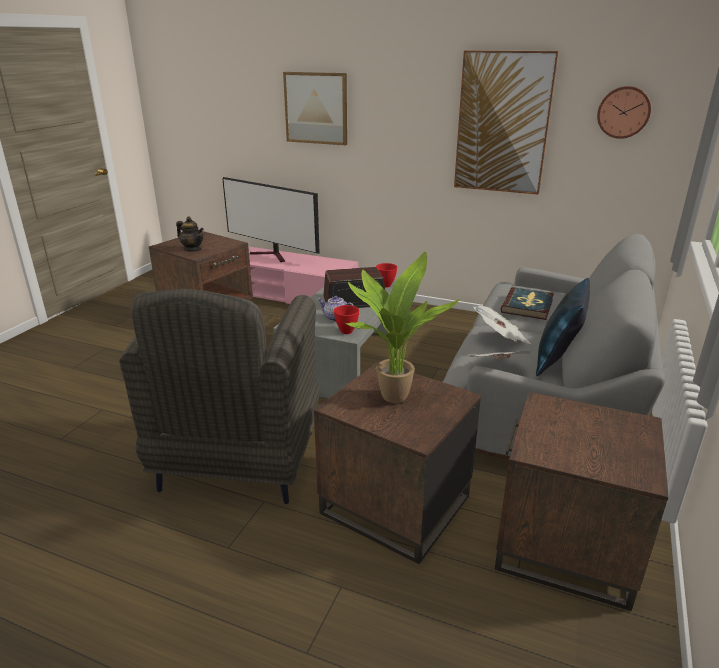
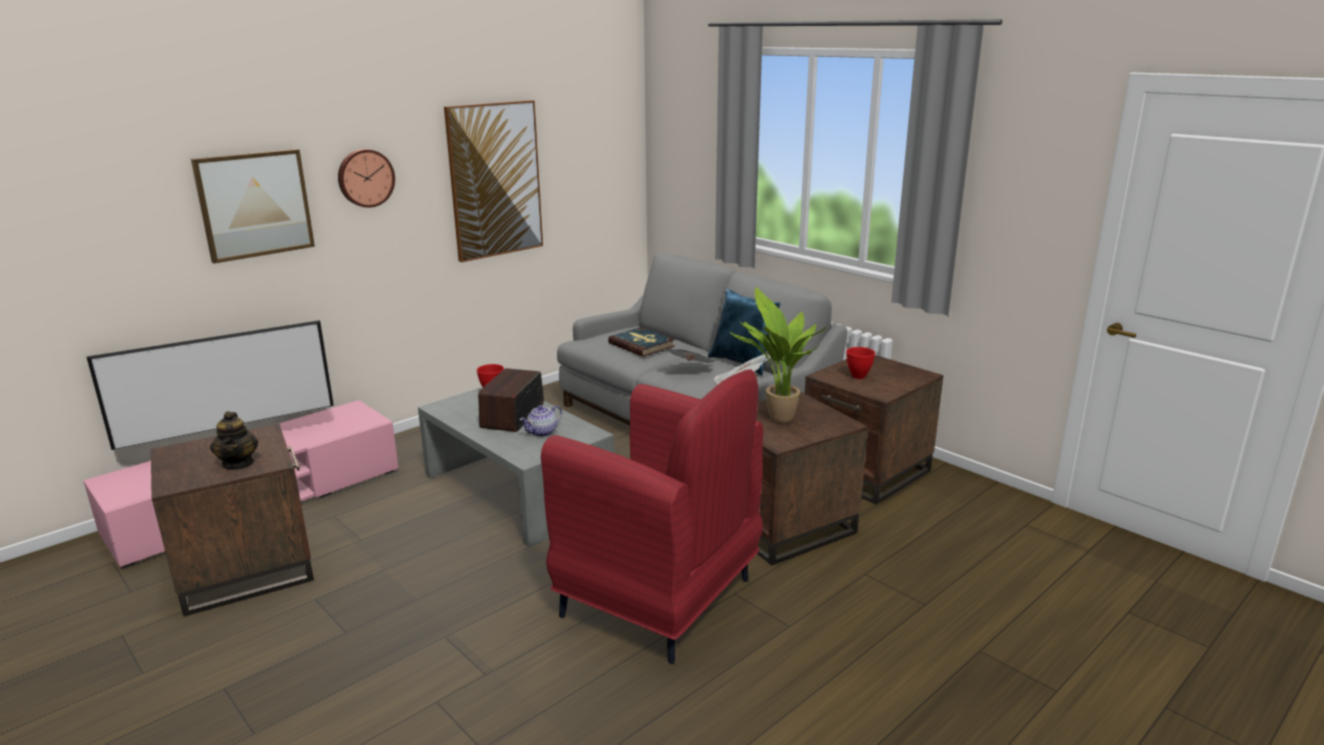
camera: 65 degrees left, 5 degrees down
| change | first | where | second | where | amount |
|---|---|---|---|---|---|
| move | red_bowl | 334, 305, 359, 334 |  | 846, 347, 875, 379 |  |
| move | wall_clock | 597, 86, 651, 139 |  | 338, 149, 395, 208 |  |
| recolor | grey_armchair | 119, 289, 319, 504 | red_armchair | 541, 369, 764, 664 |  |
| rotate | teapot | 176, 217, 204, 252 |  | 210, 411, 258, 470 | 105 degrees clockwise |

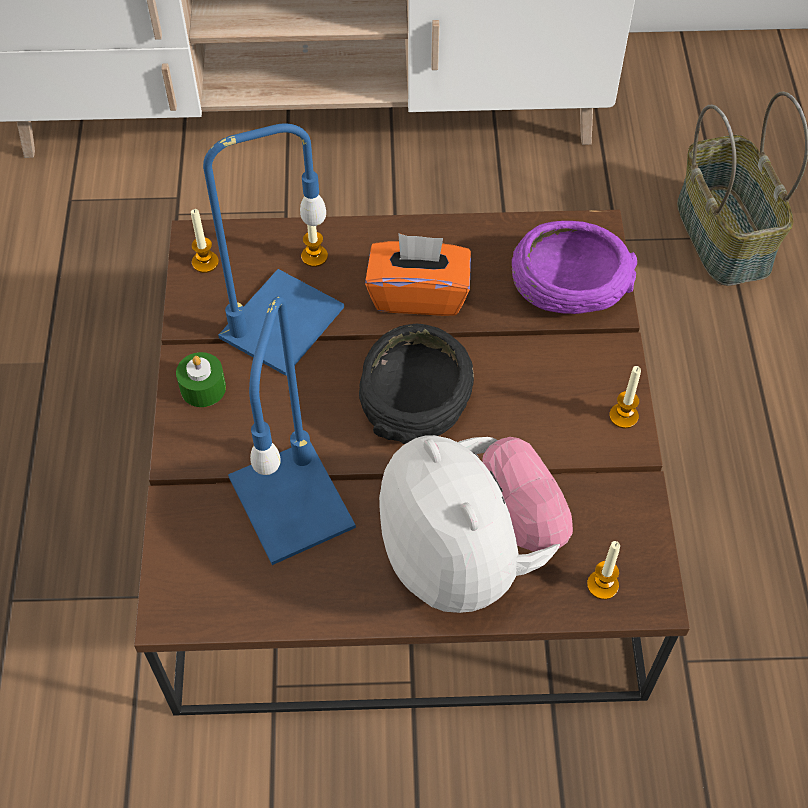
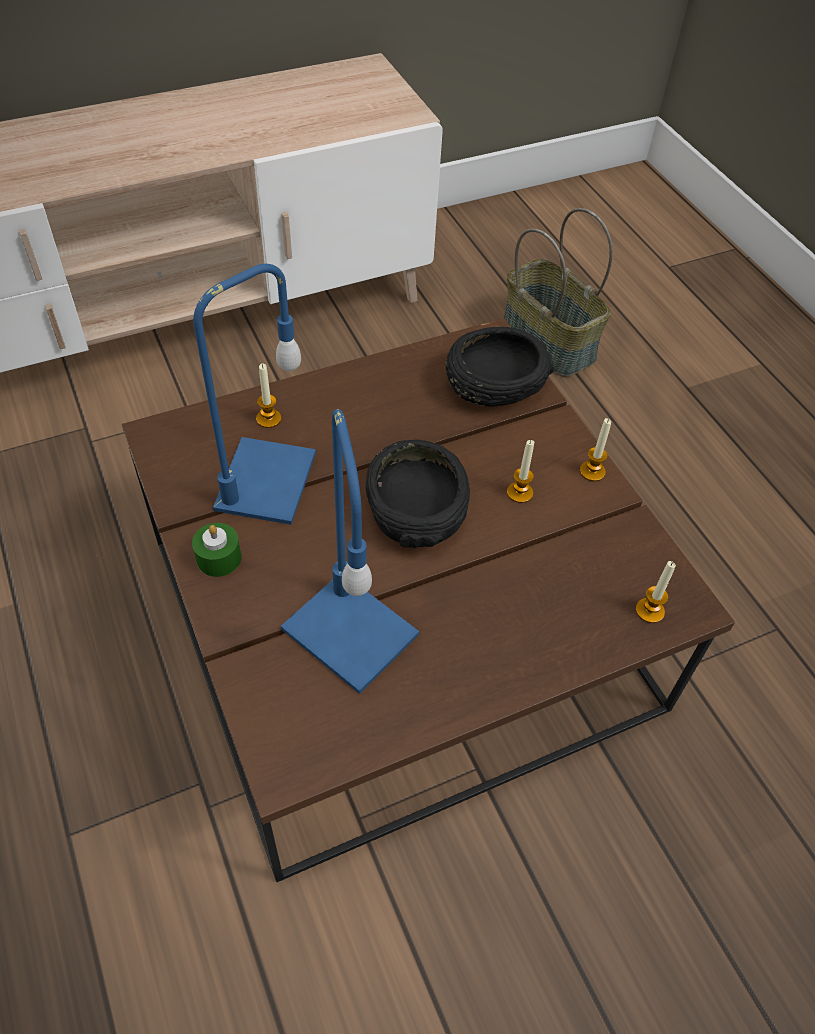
camera: 25 degrees left, 5 degrees down
| change | first | where | second | where | amount |
|---|---|---|---|---|---|
| delete | orange_tissue_box | 365, 233, 471, 316 |  |  |  |
| delete | plush_toy | 379, 435, 573, 613 |  |  |  |
| move | candle | 191, 209, 219, 273 |  | 507, 440, 534, 503 |  |
| recolor | purple_bowl | 512, 221, 637, 314 | black_bowl | 446, 327, 554, 407 |  |

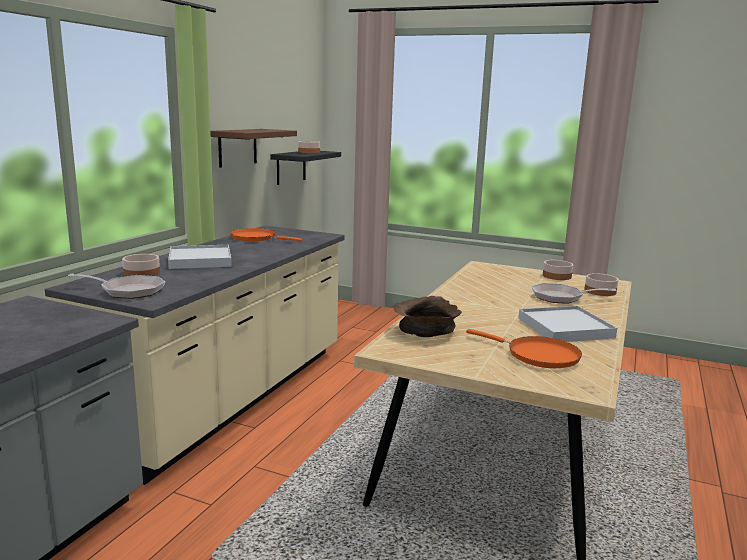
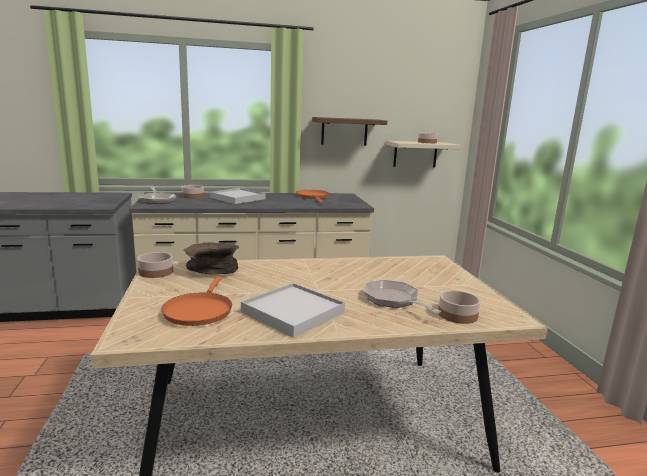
camera: 55 degrees right, 0 degrees up
| change | first | where | second | where | amount |
|---|---|---|---|---|---|
| move | bowl | 543, 260, 573, 280 |  | 137, 252, 173, 278 |  |
| recolor | black_shelf | 270, 151, 341, 185 | beige_shelf | 386, 141, 461, 167 |  |

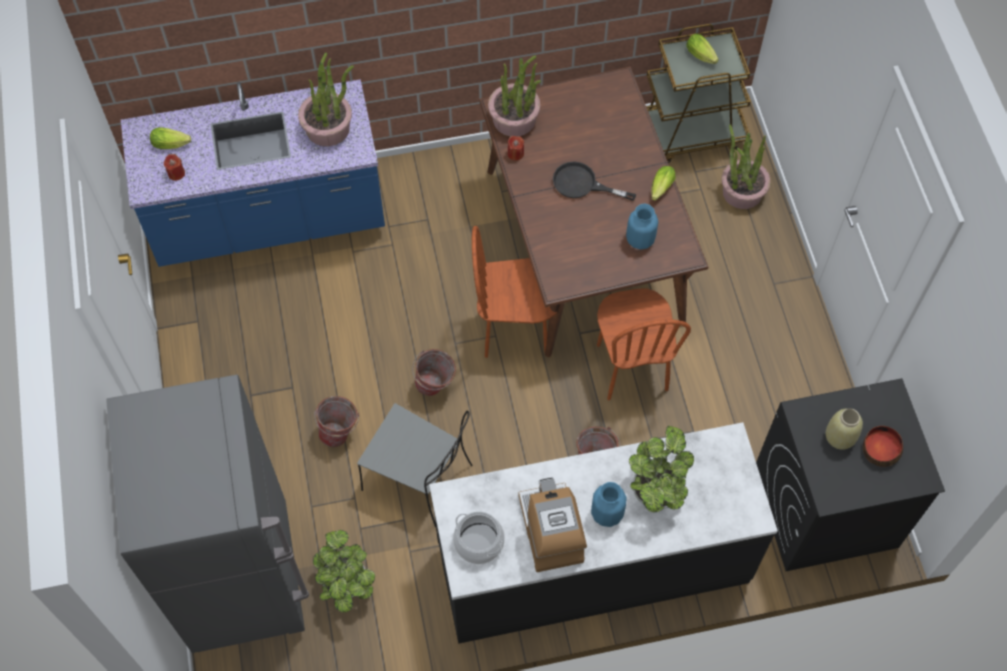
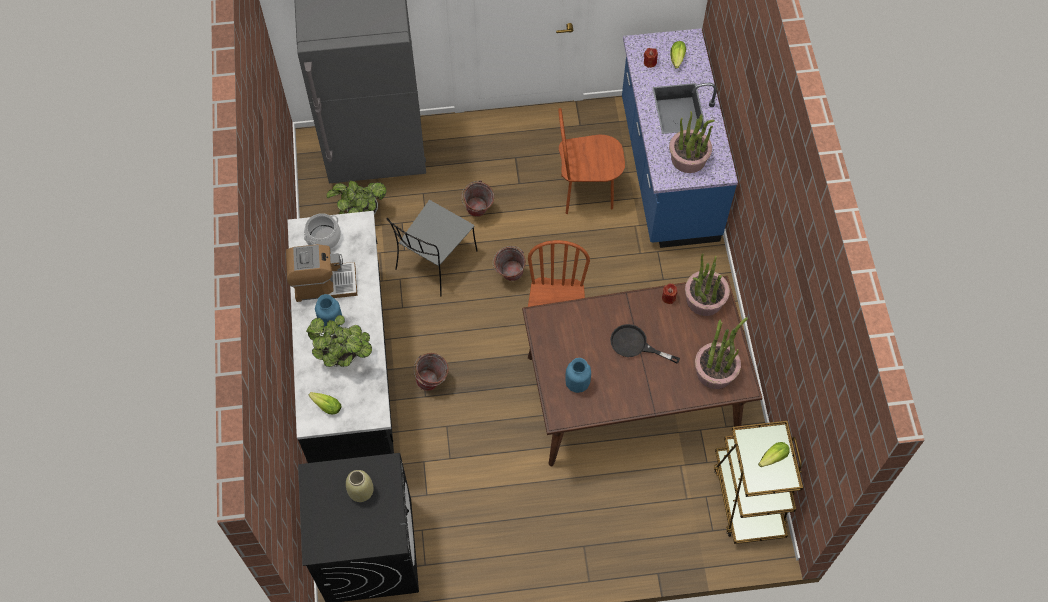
camera: 95 degrees right, 0 degrees up
| change | first | where | second | where | amount |
|---|---|---|---|---|---|
| delete | bowl | 863, 426, 903, 467 |  |  |  |
| move | brown_chair | 597, 288, 691, 400 |  | 558, 108, 625, 214 |  |
| move | lettuce | 651, 166, 675, 201 |  | 308, 392, 342, 414 |  |
| move | potted_plant | 722, 125, 771, 209 |  | 695, 317, 748, 389 |  |
| rotate | black_frying_pan | 553, 161, 636, 201 |  | 610, 324, 680, 363 | 90 degrees counterclockwise |

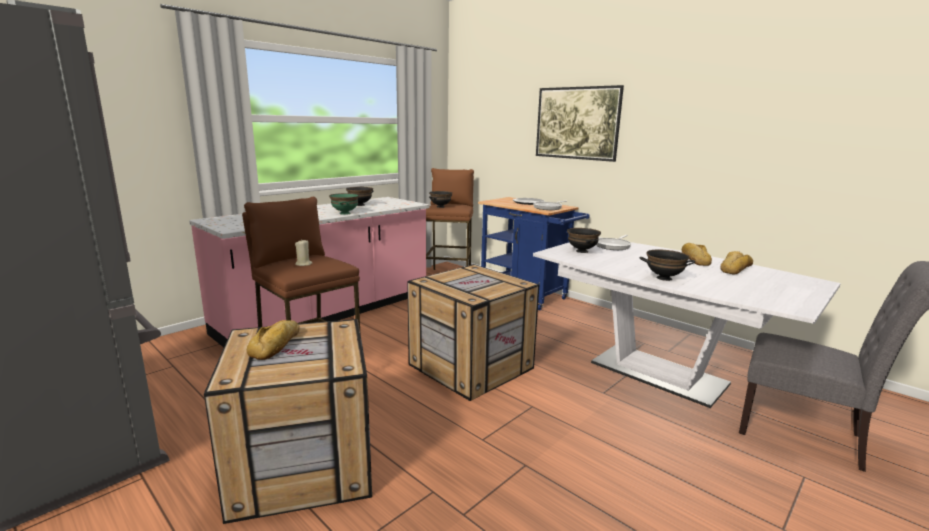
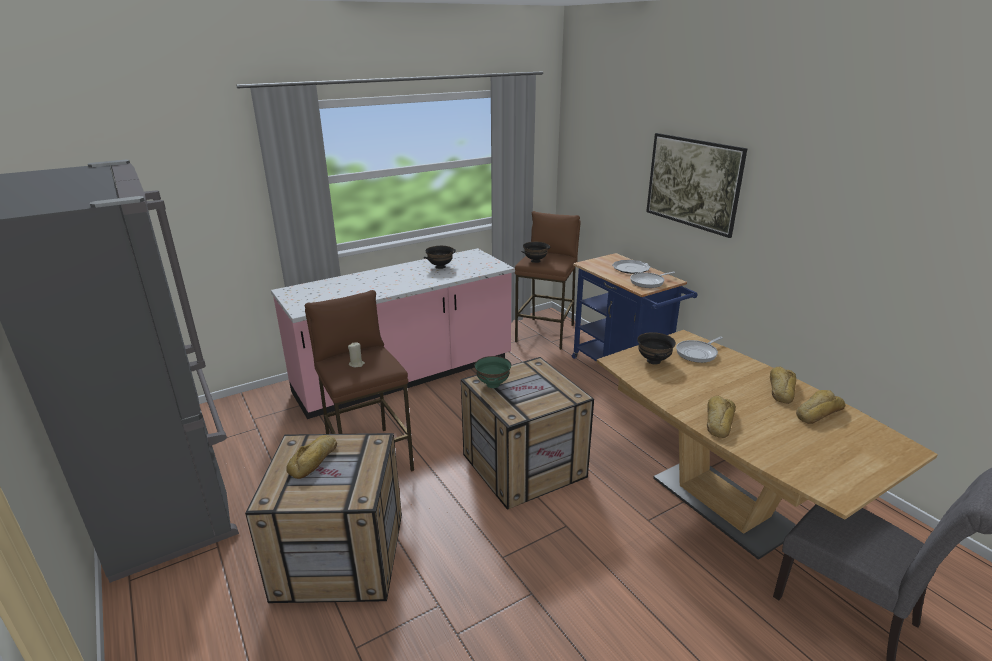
camera: 15 degrees right, 10 degrees up
| change | first | where | second | where | amount |
|---|---|---|---|---|---|
| move | green_bowl | 329, 193, 359, 215 |  | 475, 356, 511, 388 |  |
| replace | black_bowl | 639, 250, 695, 281 | bread | 707, 396, 736, 438 |  |
| recolor | white_dining_table | 533, 237, 841, 408 | brown_dining_table | 597, 330, 938, 560 |  |

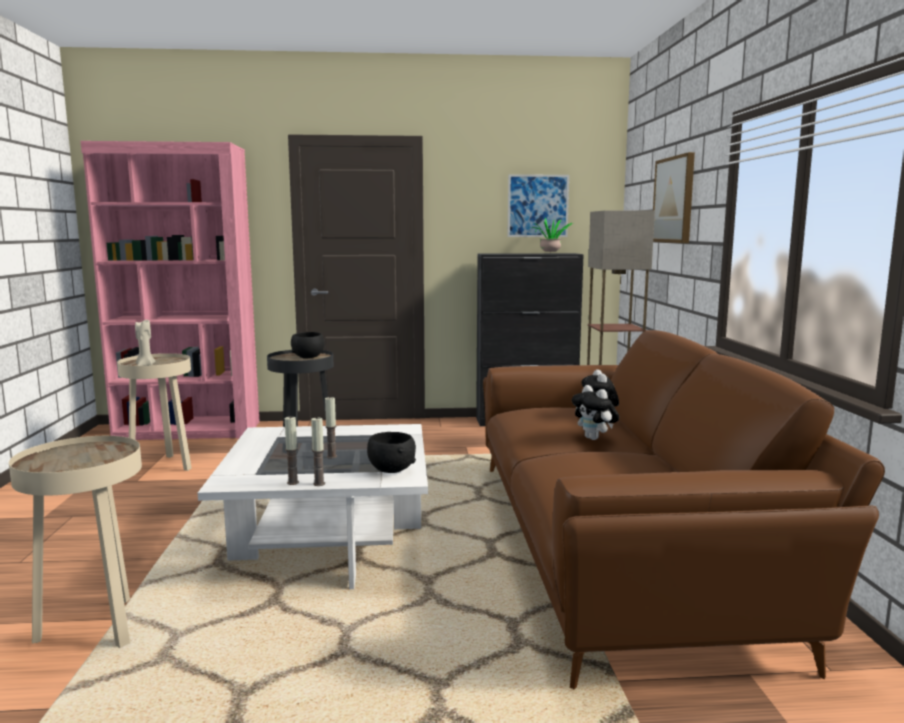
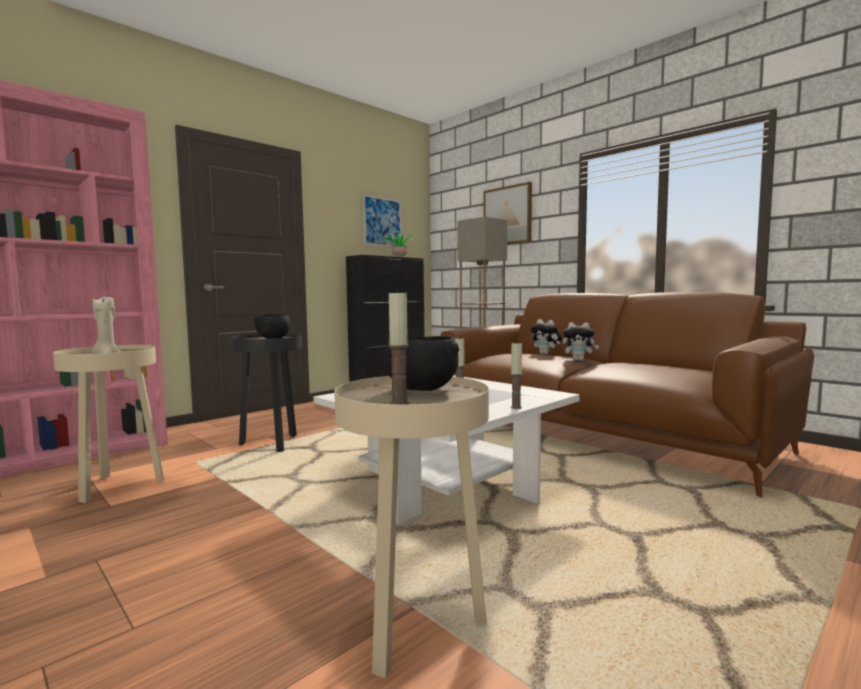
camera: 40 degrees left, 5 degrees down
| change | first | where | second | where | amount |
|---|---|---|---|---|---|
| move | candle | 285, 416, 299, 485 |  | 389, 289, 409, 404 |  |
| move | black_bowl | 367, 432, 416, 473 |  | 384, 336, 459, 391 |  |

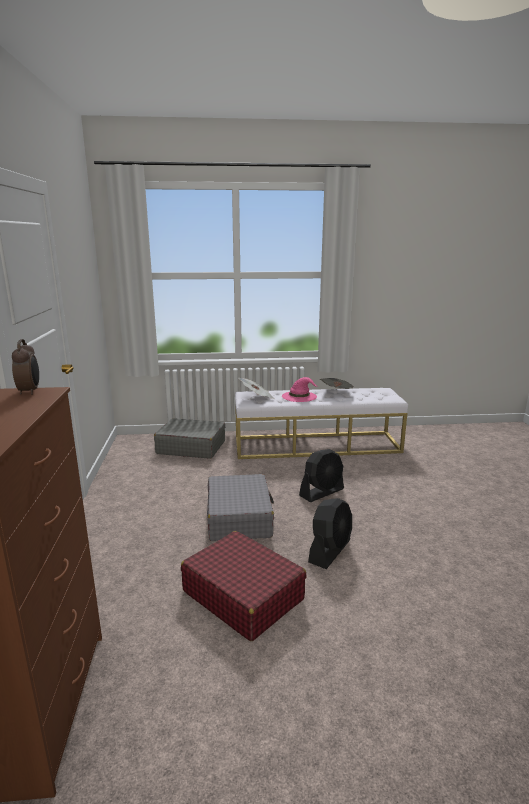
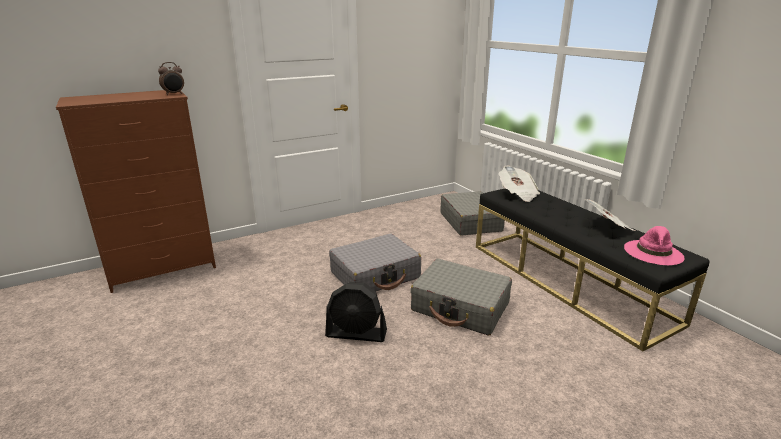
camera: 65 degrees right, 5 degrees up
| change | first | where | second | where | amount |
|---|---|---|---|---|---|
| delete | red_suitcase | 181, 531, 307, 641 |  |  |  |
| move | pink_hat | 282, 377, 318, 402 |  | 624, 226, 685, 265 |  |
| replace | black_fan | 299, 449, 344, 502 | grey_suitcase | 410, 259, 512, 335 |  |
| recolor | white_bench | 235, 388, 408, 459 | black_bench | 476, 188, 710, 351 |  |

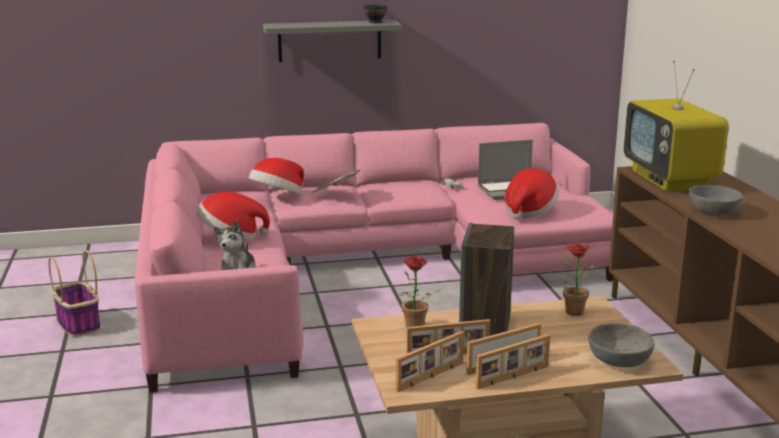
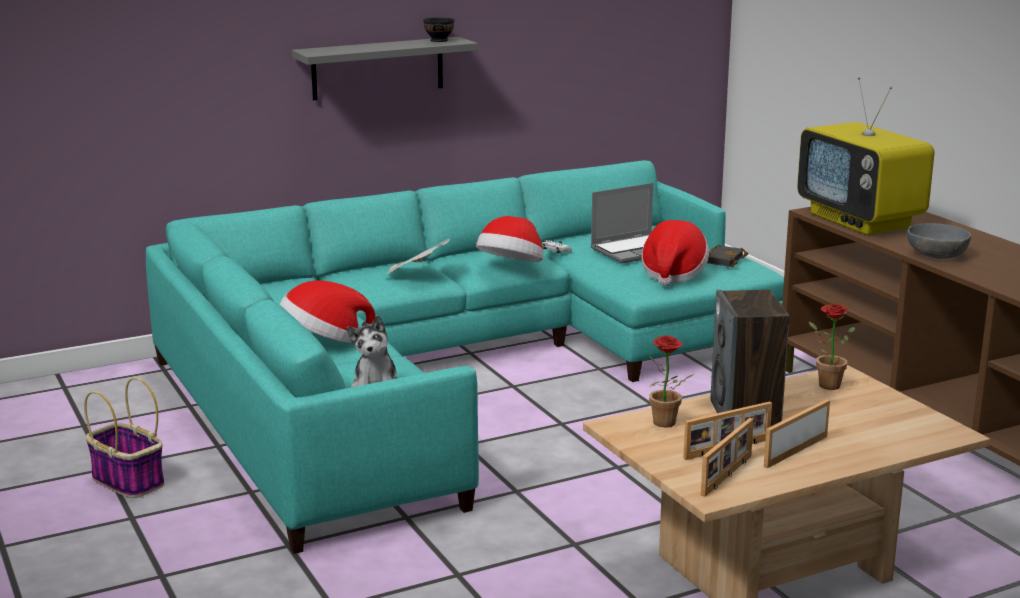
camera: 15 degrees left, 0 degrees up
| change | first | where | second | where | amount |
|---|---|---|---|---|---|
| delete | picture_frame | 475, 334, 550, 389 |  |  |  |
| delete | grey_bowl | 588, 323, 654, 367 |  |  |  |
| insert |  |  | black_book | 707, 244, 748, 267 |  |
| move | hat | 249, 158, 304, 195 |  | 476, 216, 544, 262 |  |
| recolor | pink_sofa | 135, 123, 613, 393 | turquoise_sofa | 146, 160, 784, 554 |  |

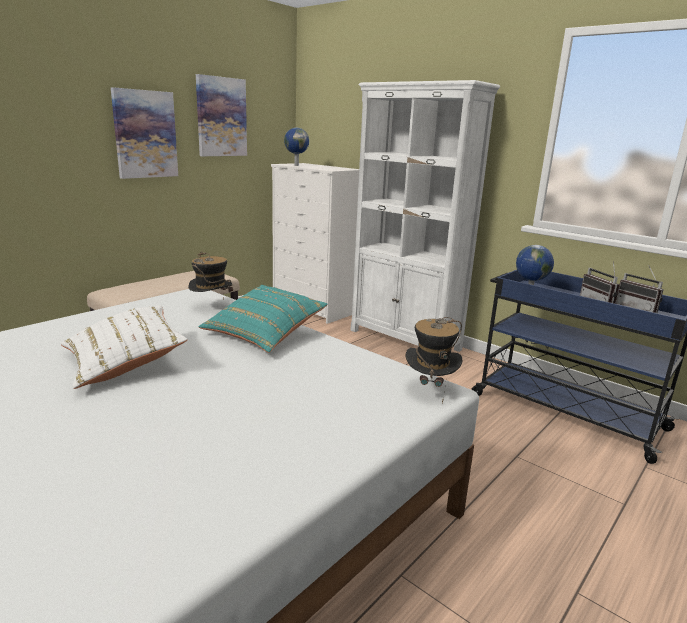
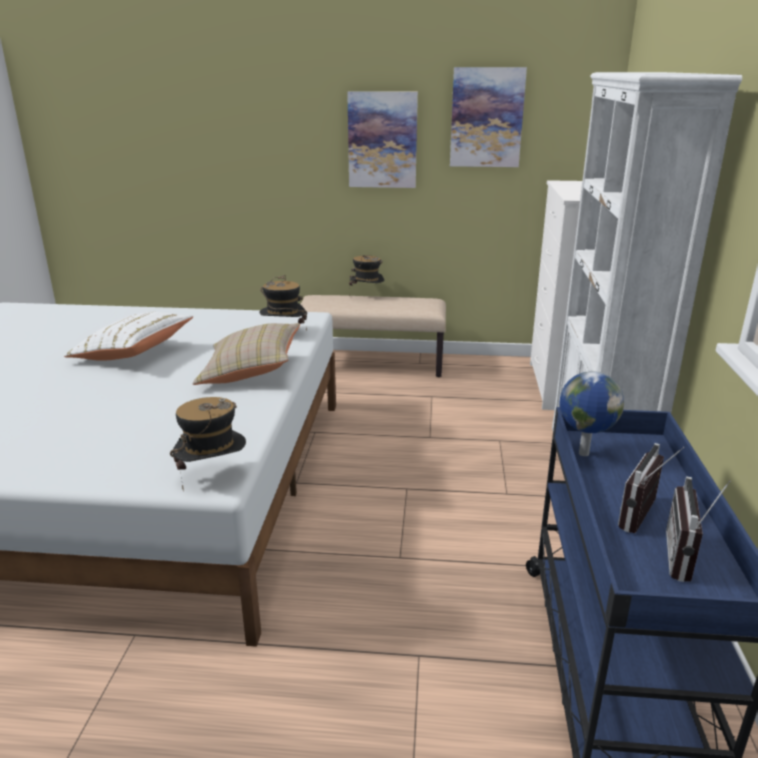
camera: 55 degrees right, 5 degrees up
| change | first | where | second | where | amount |
|---|---|---|---|---|---|
| delete | globe | 284, 128, 309, 166 |  |  |  |
| insert |  |  | hat | 349, 255, 384, 296 |  |
| recolor | turquoise_pillow | 199, 285, 328, 353 | beige_pillow | 192, 323, 300, 385 |  |

